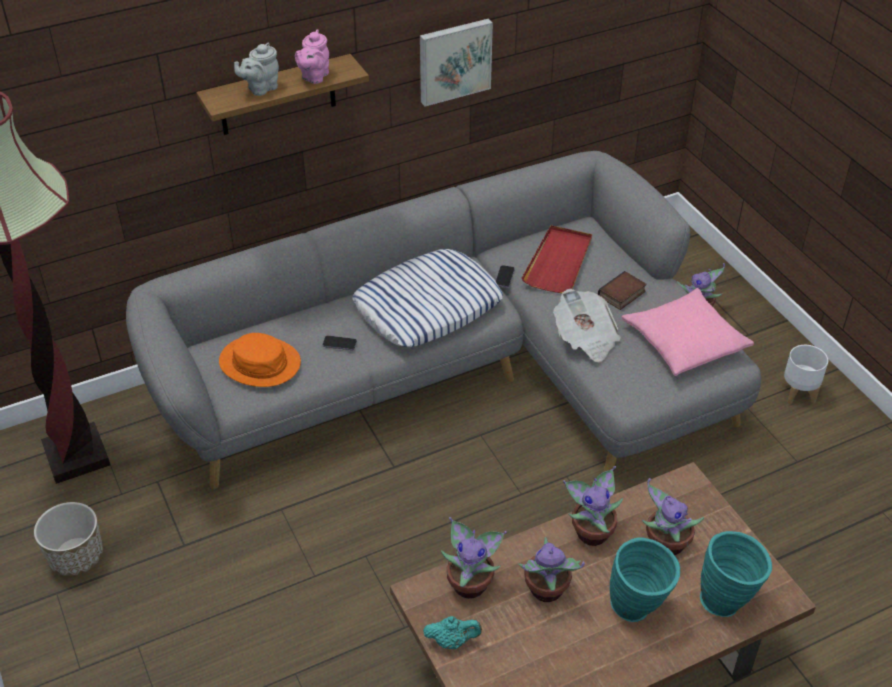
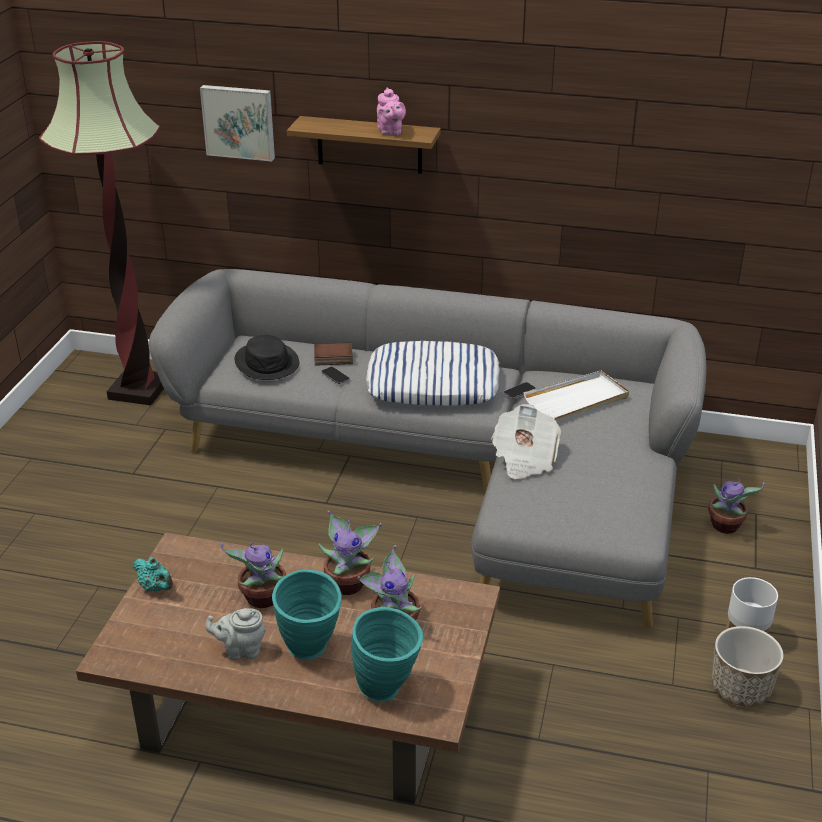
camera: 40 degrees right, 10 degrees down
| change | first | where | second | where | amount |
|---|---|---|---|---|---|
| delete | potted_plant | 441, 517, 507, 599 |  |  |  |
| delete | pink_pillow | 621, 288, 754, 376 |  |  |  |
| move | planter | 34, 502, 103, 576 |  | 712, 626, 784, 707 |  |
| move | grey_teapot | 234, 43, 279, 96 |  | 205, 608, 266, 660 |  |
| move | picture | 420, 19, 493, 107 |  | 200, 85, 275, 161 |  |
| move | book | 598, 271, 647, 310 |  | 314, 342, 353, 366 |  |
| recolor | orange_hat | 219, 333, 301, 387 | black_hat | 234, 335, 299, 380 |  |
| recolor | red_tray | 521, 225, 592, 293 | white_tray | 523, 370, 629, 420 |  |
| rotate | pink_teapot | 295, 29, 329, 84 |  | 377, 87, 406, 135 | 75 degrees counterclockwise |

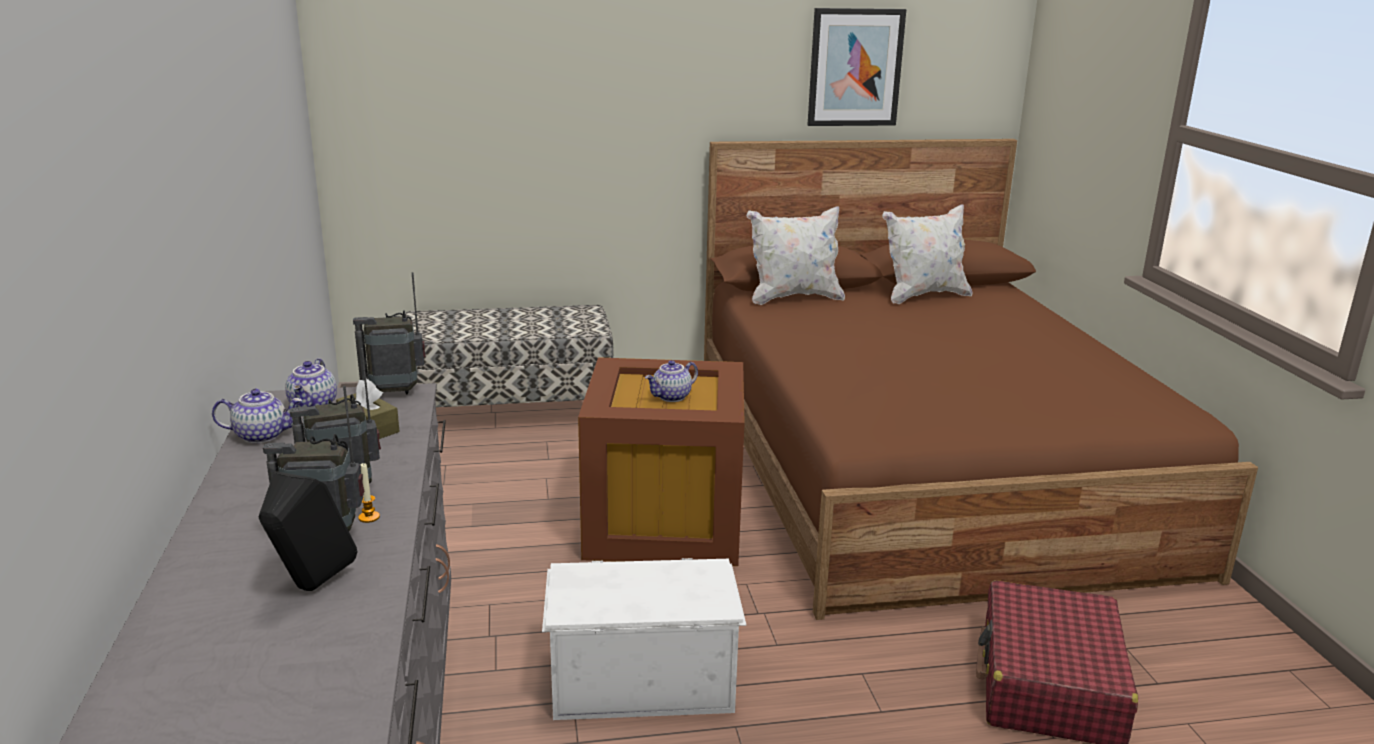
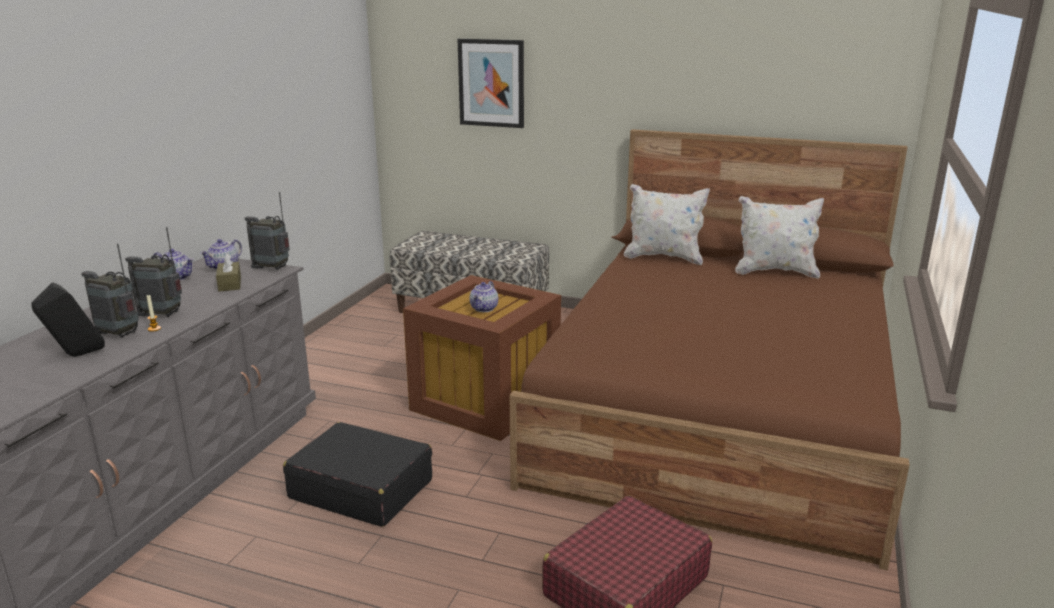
camera: 30 degrees right, 0 degrees up
| change | first | where | second | where | amount |
|---|---|---|---|---|---|
| move | picture | 808, 8, 906, 126 |  | 457, 39, 524, 128 |  |
| replace | white_storage_box | 542, 558, 746, 720 | black_suitcase | 283, 422, 432, 527 |  |
| rotate | teapot | 645, 360, 698, 402 |  | 469, 281, 498, 312 | 60 degrees counterclockwise |

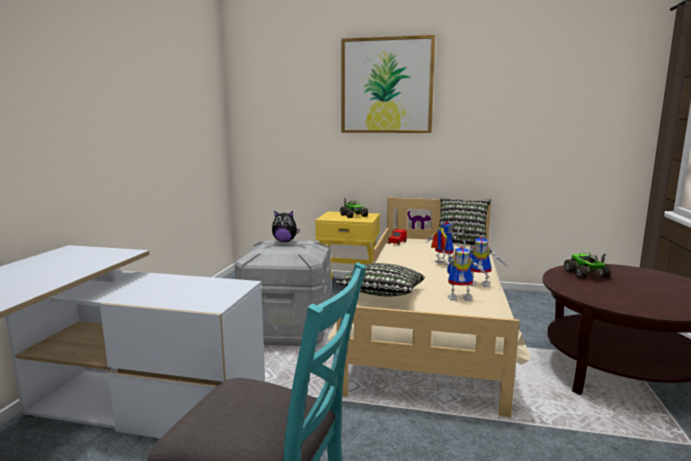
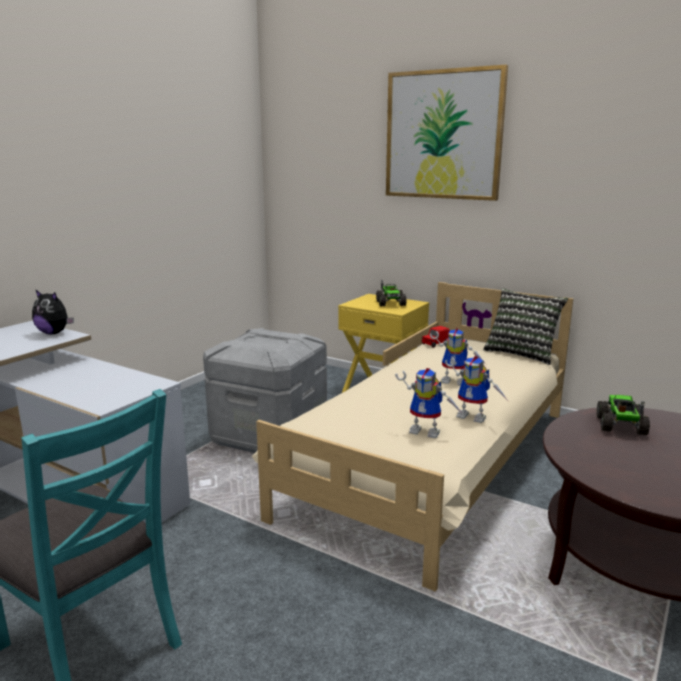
camera: 20 degrees right, 5 degrees up
| change | first | where | second | where | amount |
|---|---|---|---|---|---|
| delete | pillow | 336, 263, 425, 297 |  |  |  |
| move | plush_toy | 272, 211, 300, 242 |  | 32, 289, 74, 334 |  |
| rotate | toy_robot | 426, 222, 464, 266 |  | 430, 328, 486, 385 | 135 degrees clockwise |

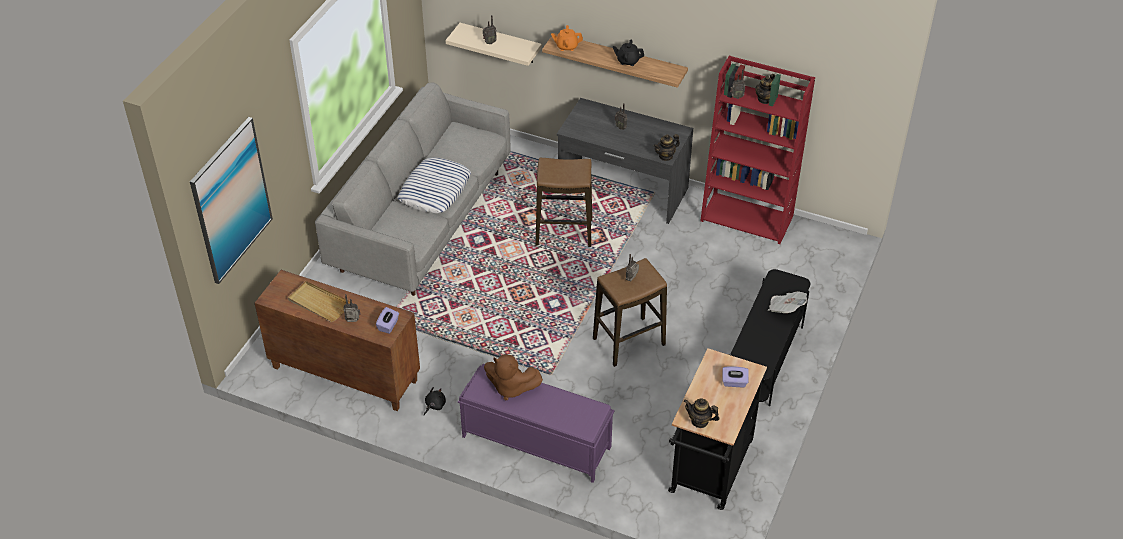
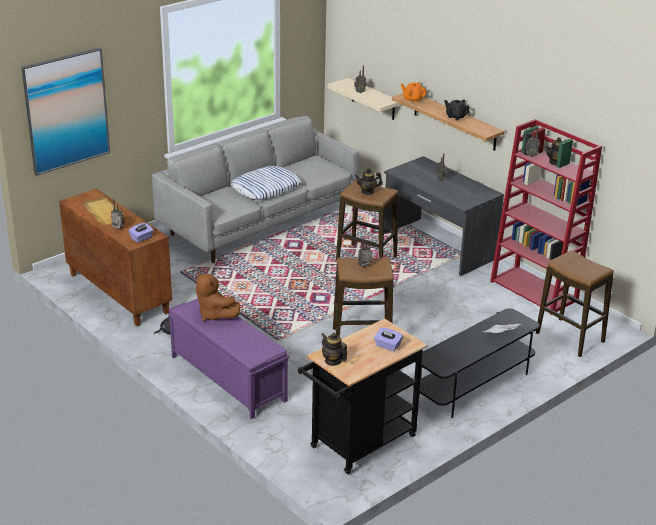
camera: 25 degrees right, 15 degrees down
| change | first | where | second | where | amount |
|---|---|---|---|---|---|
| insert |  |  | stool | 536, 250, 614, 357 |  |
| move | teapot | 653, 134, 680, 161 |  | 355, 168, 383, 195 |  |

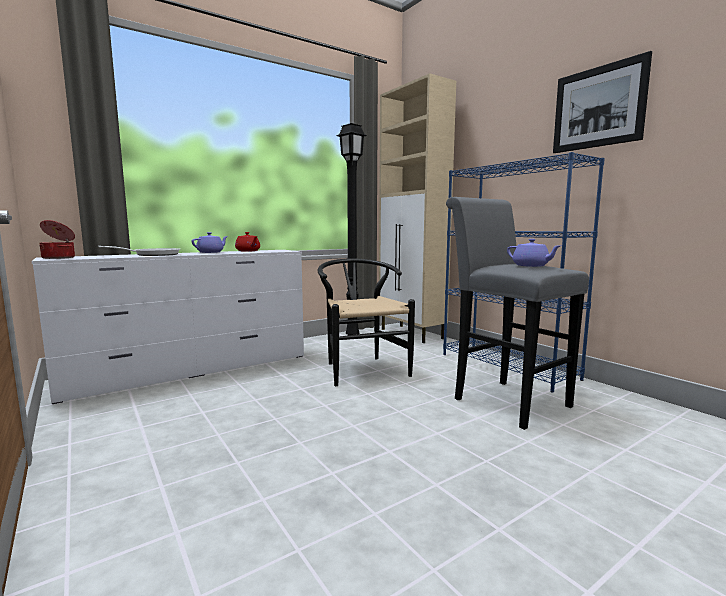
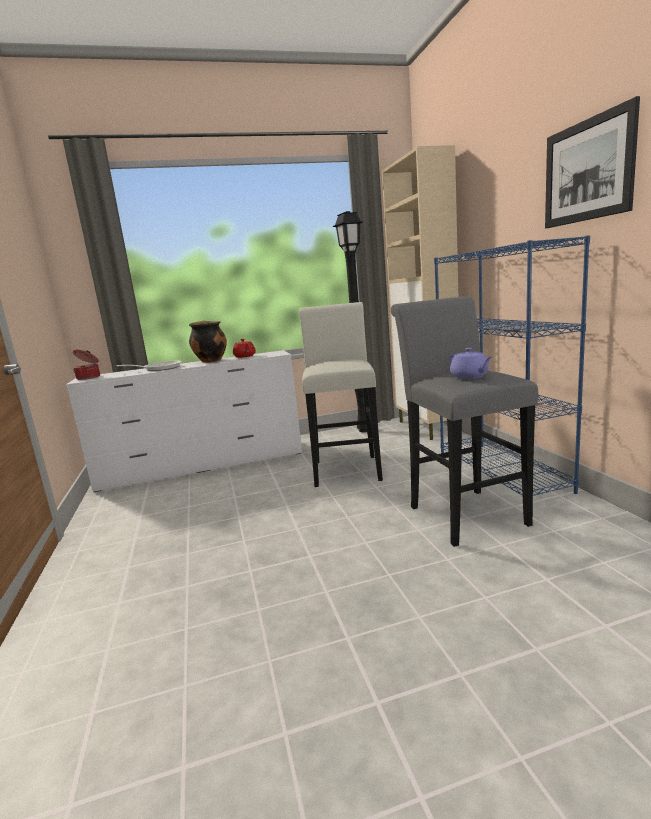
camera: 20 degrees right, 5 degrees up
| change | first | where | second | where | amount |
|---|---|---|---|---|---|
| replace | purple_teapot | 192, 232, 228, 253 | cooking_pot | 189, 321, 227, 363 |  |
| replace | black_chair | 317, 258, 415, 386 | white_stool | 299, 302, 383, 487 |  |

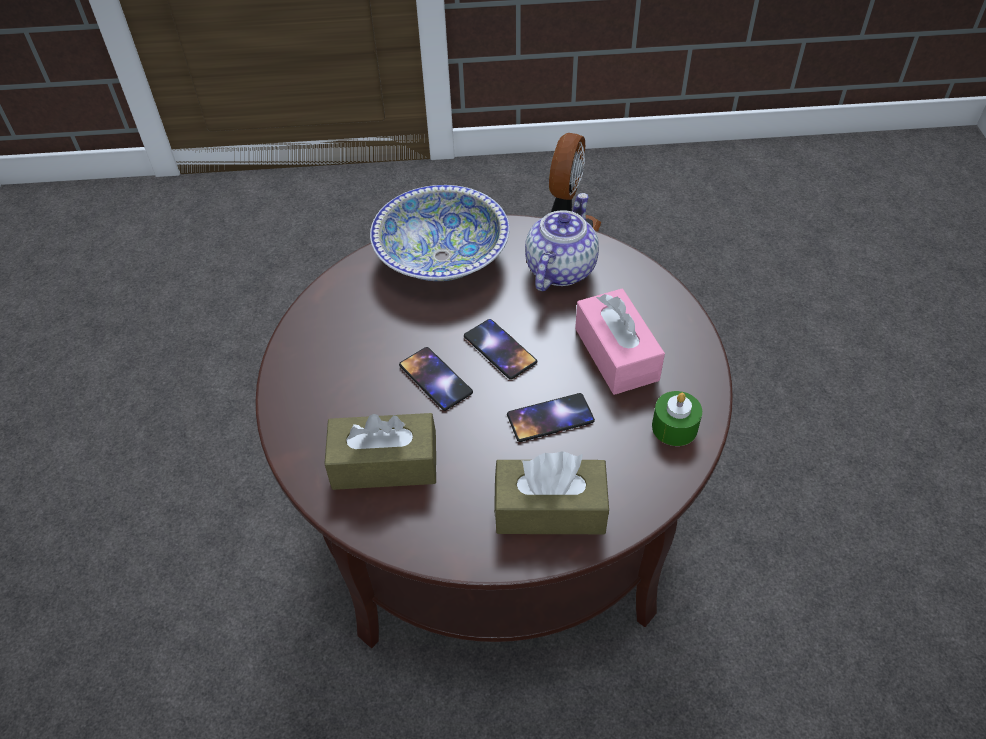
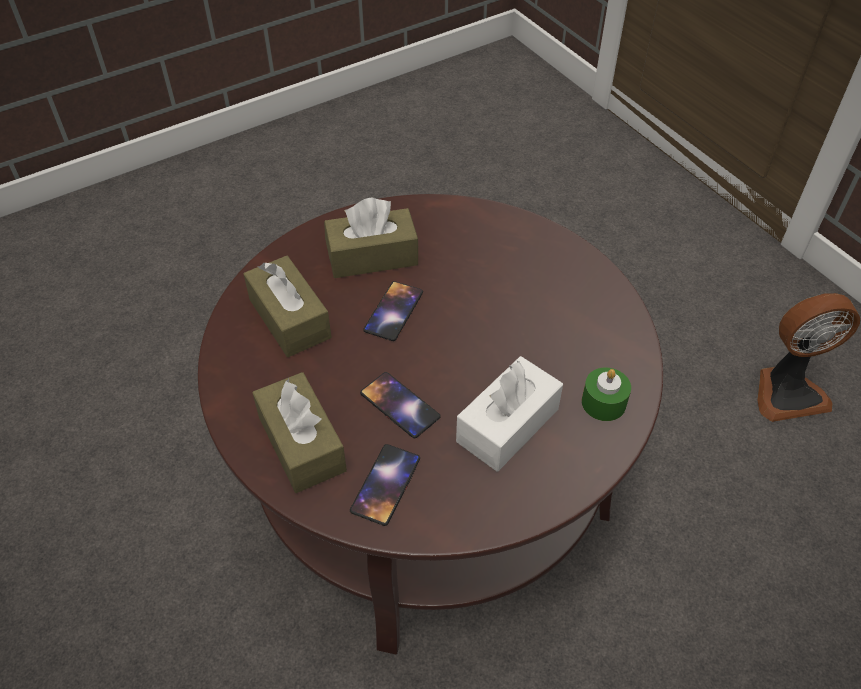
camera: 60 degrees right, 0 degrees up
| change | first | where | second | where | amount |
|---|---|---|---|---|---|
| delete | bowl | 370, 185, 509, 281 |  |  |  |
| delete | teapot | 525, 193, 599, 291 |  |  |  |
| insert |  |  | brown_tissue_box | 324, 197, 418, 278 |  |
| move | phone | 464, 319, 537, 380 |  | 350, 444, 420, 526 |  |
| move | green_candle | 652, 391, 702, 446 |  | 582, 367, 631, 421 |  |
| recolor | pink_tissue_box | 575, 289, 665, 395 | white_tissue_box | 456, 356, 563, 471 |  |

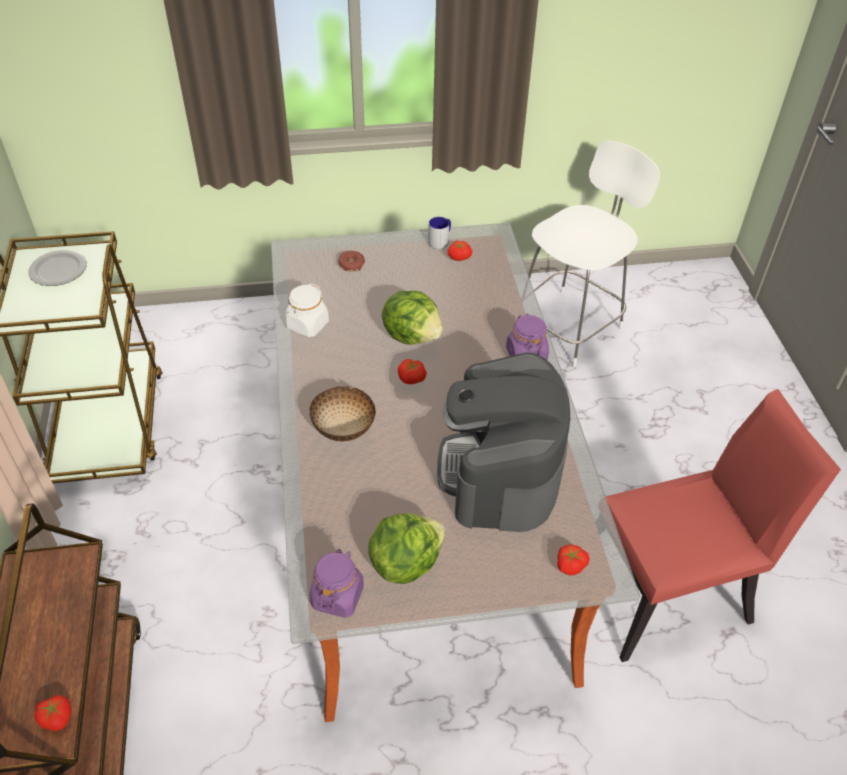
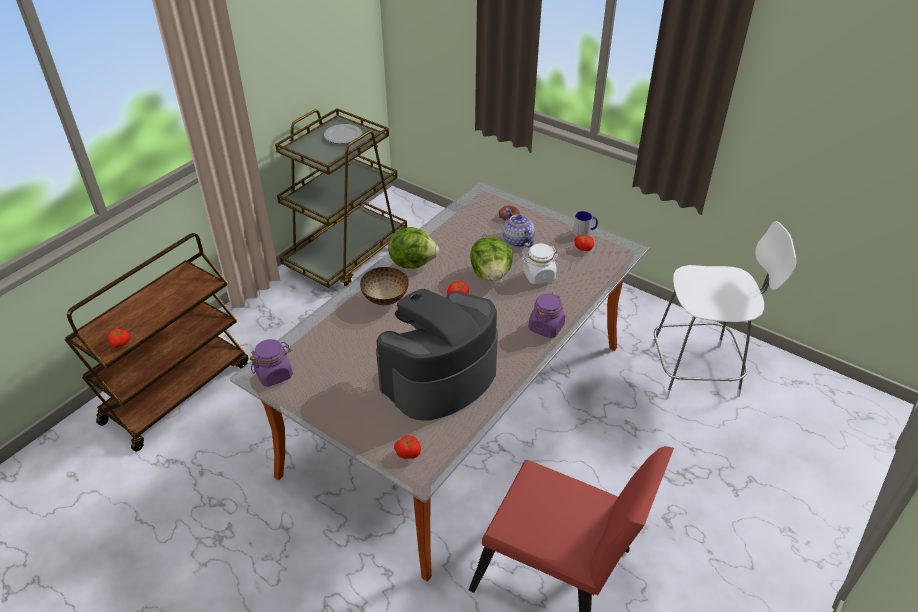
camera: 45 degrees right, 5 degrees down
| change | first | where | second | where | amount |
|---|---|---|---|---|---|
| insert |  |  | teapot | 503, 208, 535, 248 |  |
| move | white_jar | 285, 283, 329, 337 |  | 522, 244, 558, 284 |  |
| move | lettuce | 368, 513, 445, 584 |  | 388, 227, 439, 269 |  |

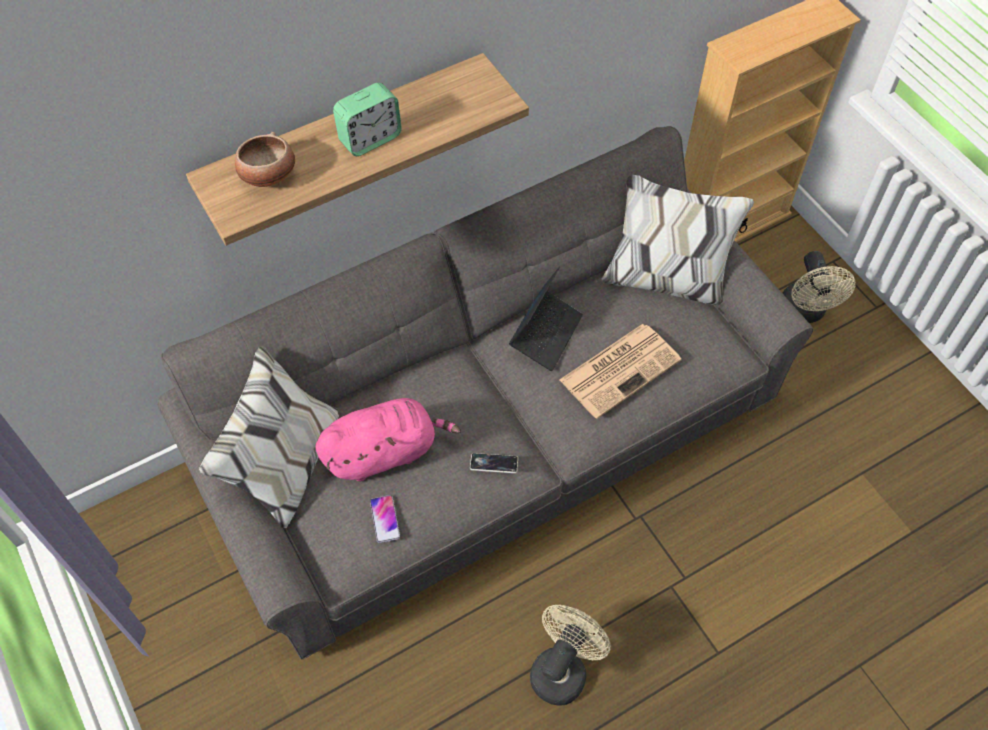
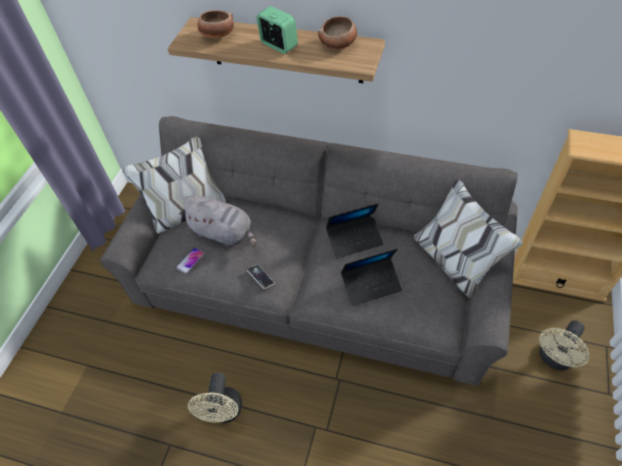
camera: 50 degrees right, 5 degrees down
| change | first | where | second | where | amount |
|---|---|---|---|---|---|
| insert |  |  | bowl | 318, 16, 357, 50 |  |
| replace | newspaper | 560, 324, 681, 419 | laptop | 341, 249, 402, 306 |  |
| recolor | pink_plush_toy | 315, 398, 461, 481 | grey_plush_toy | 179, 196, 256, 247 |  |
| rotate | alarm_clock | 333, 82, 402, 156 |  | 256, 6, 298, 54 | 150 degrees counterclockwise |
| rotate | beige_fan | 530, 605, 610, 706 |  | 188, 373, 242, 423 | 105 degrees clockwise |

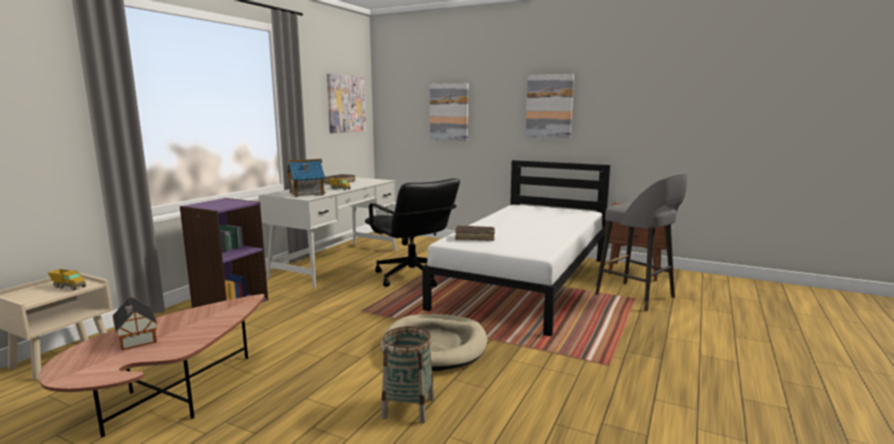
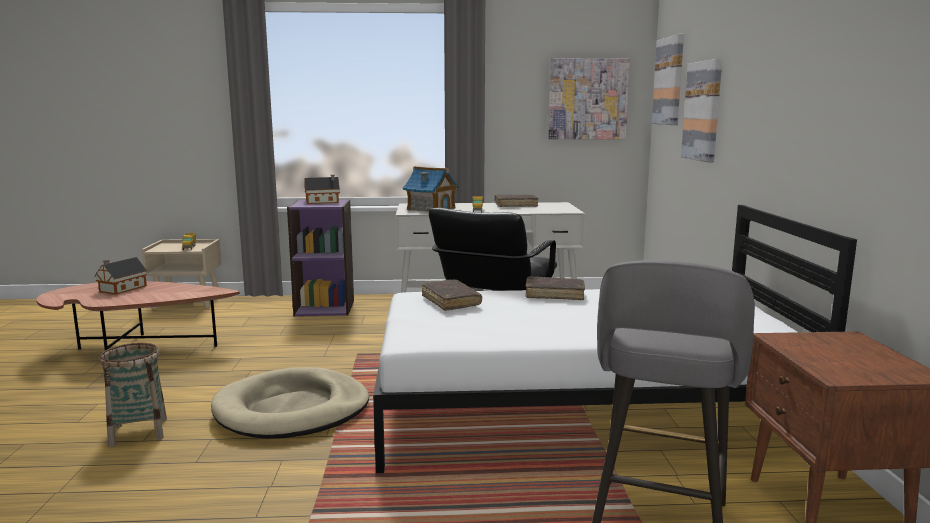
camera: 60 degrees right, 0 degrees up
| change | first | where | second | where | amount |
|---|---|---|---|---|---|
| insert |  |  | toy_house | 305, 175, 340, 204 |  |
| insert |  |  | brown_book | 525, 276, 585, 300 |  |
| move | picture | 526, 74, 574, 138 |  | 652, 34, 684, 125 |  |

